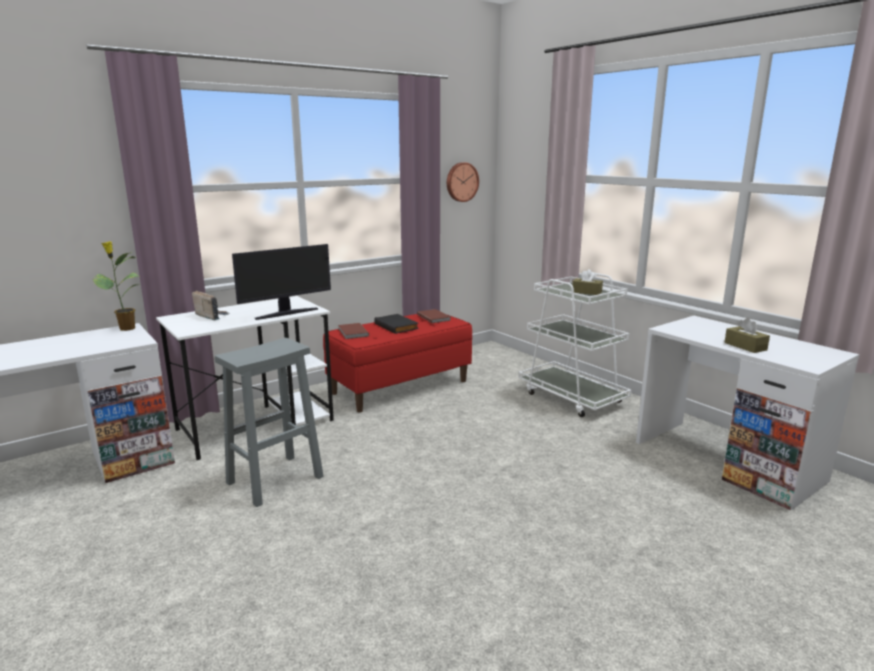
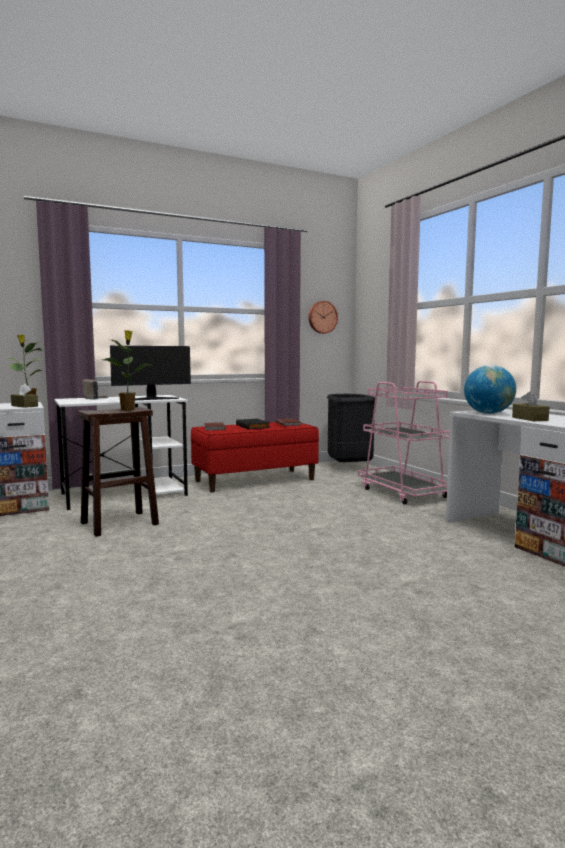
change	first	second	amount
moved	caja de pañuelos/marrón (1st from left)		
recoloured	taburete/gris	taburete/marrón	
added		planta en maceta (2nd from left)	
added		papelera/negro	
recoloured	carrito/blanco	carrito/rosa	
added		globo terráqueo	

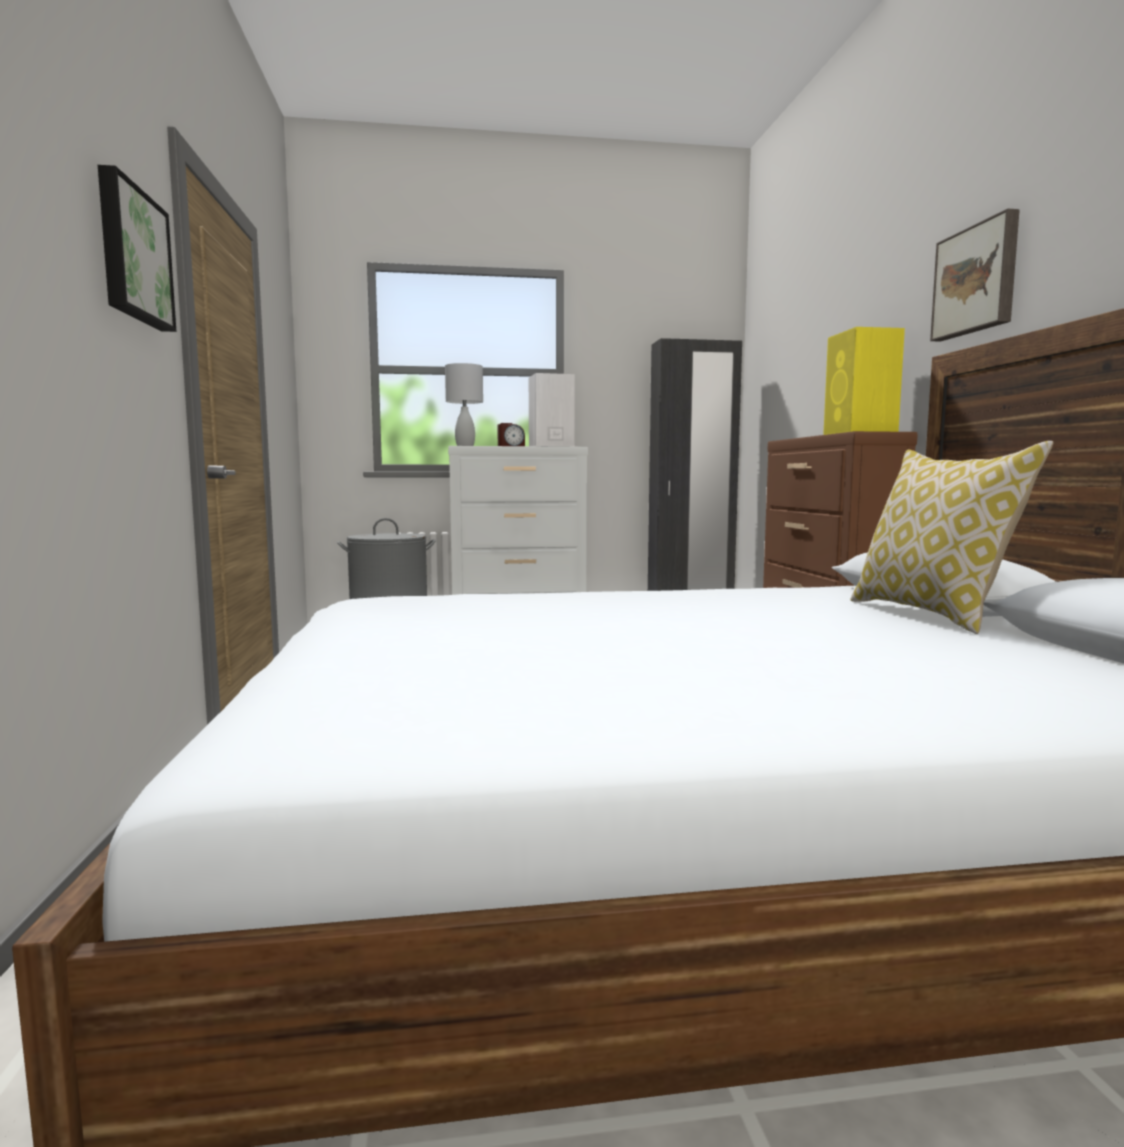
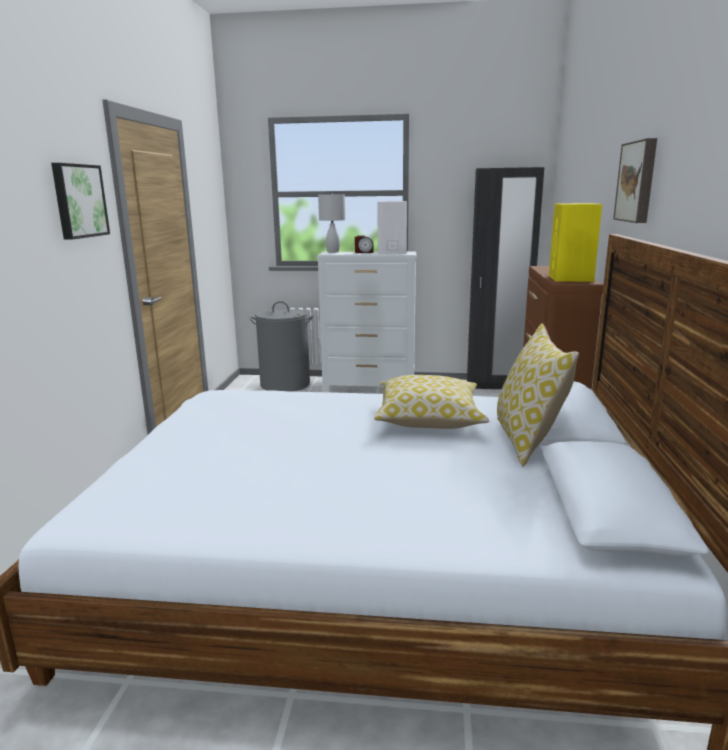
change	first	second	amount
added		cojín (1st from left)	

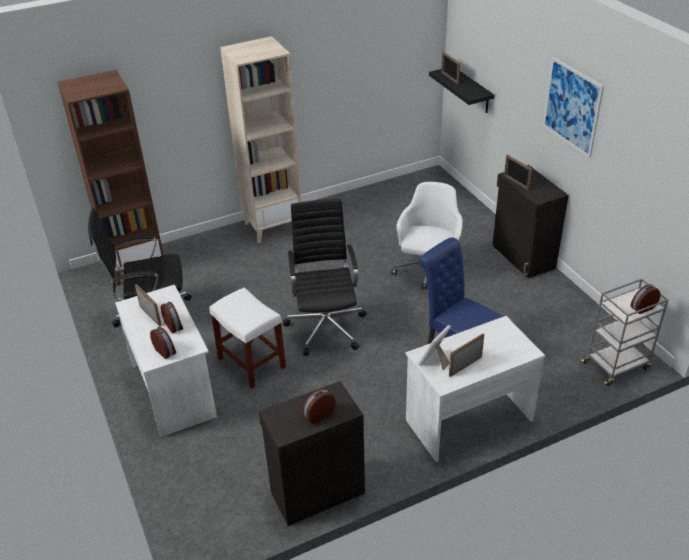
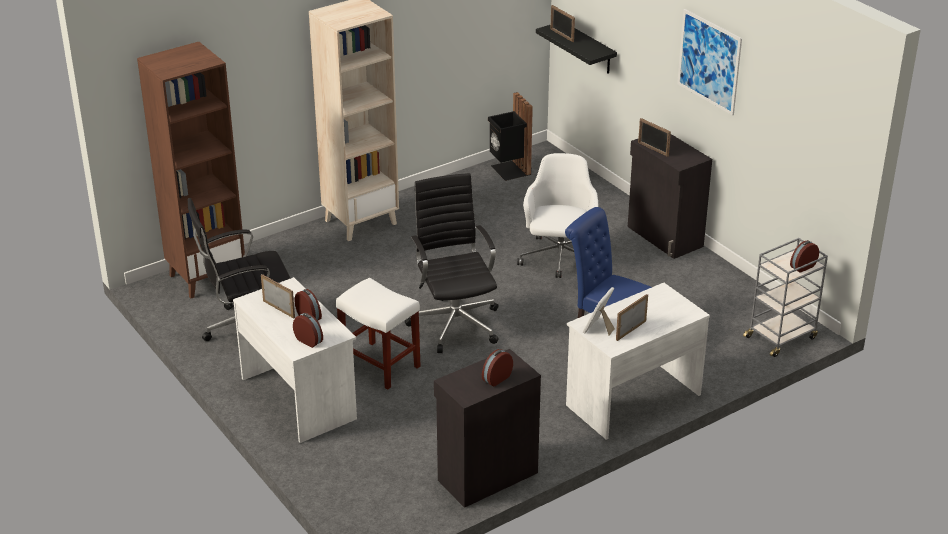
change	first	second	amount
added		papelera/negro	

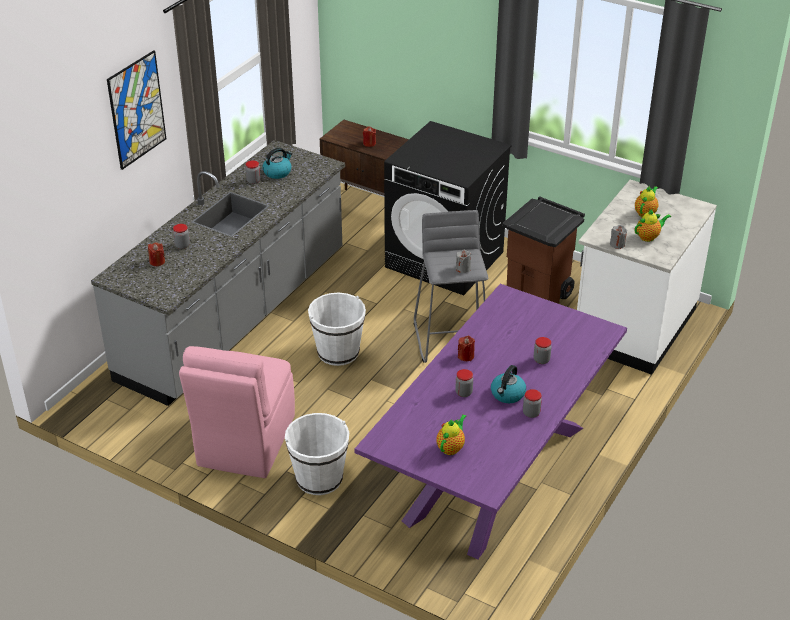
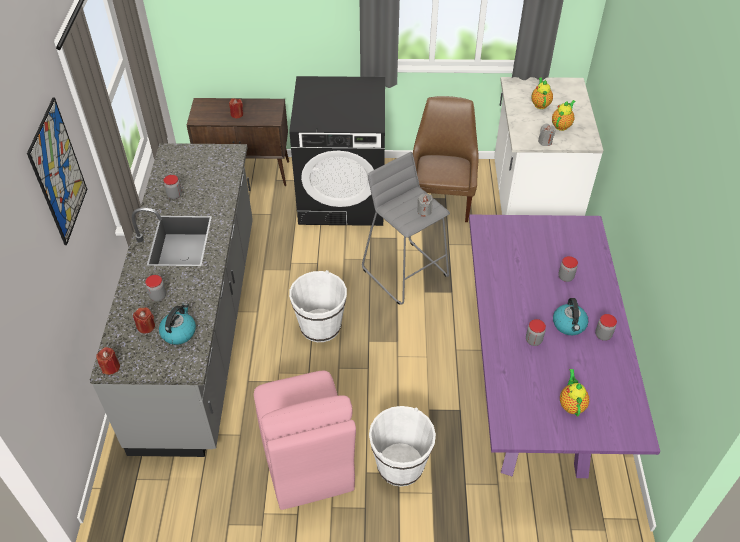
change	first	second	amount
moved	vela/rojo (3rd from left in the first image)	vela/rojo (1st from left)	
moved	hervidor (1st from left)		
replaced	papelera/marrón	silla/marrón	

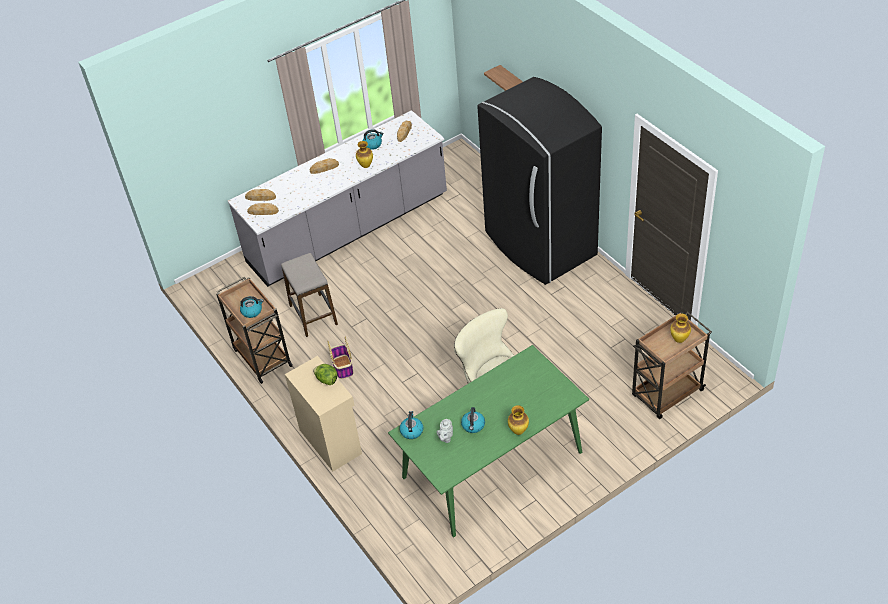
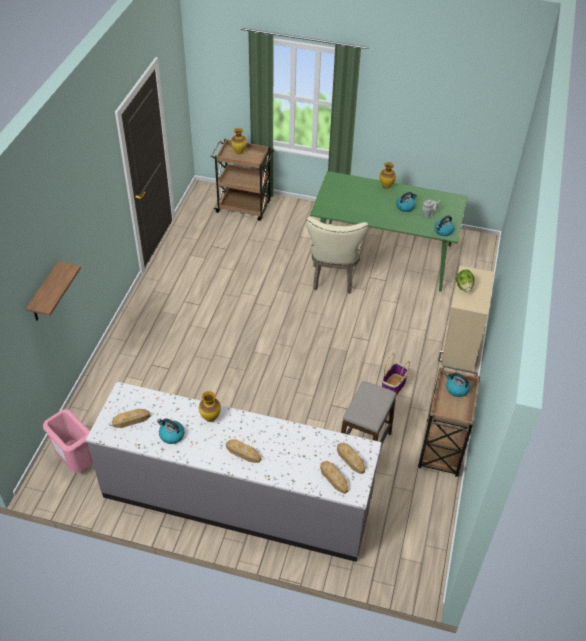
change	first	second	amount
added		papelera/rosa	
removed	nevera/negro		

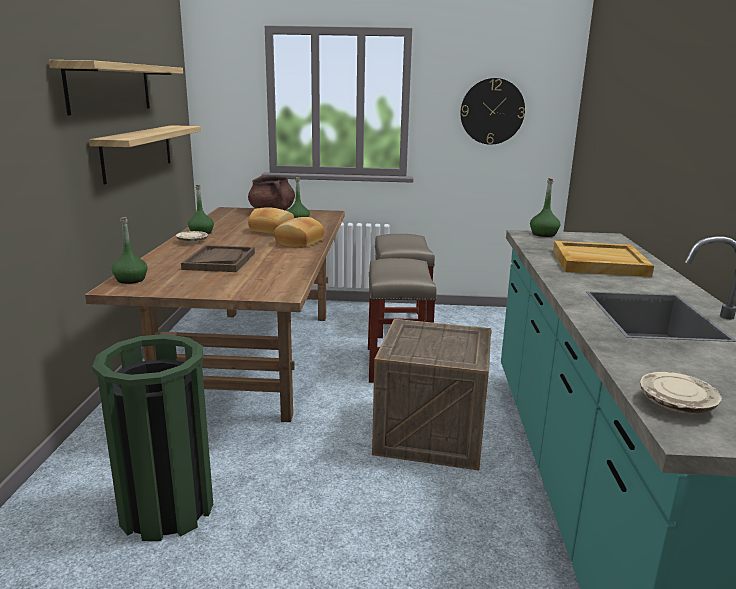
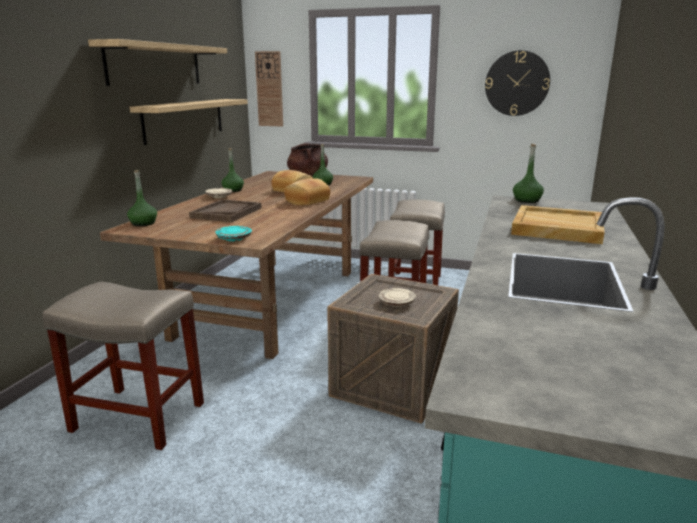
change	first	second	amount
replaced	papelera/verde	taburete/beis (1st from left)	
added		plato/turquesa	
added		reloj de pared (1st from left)	
moved	plato/beis (2nd from left)		

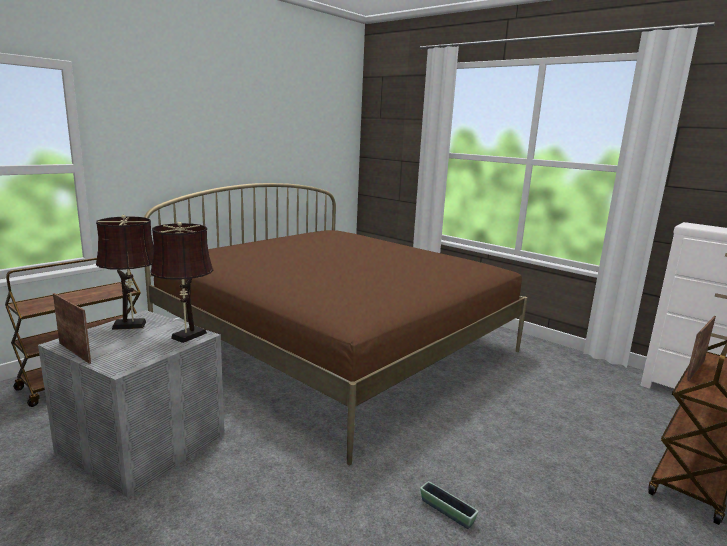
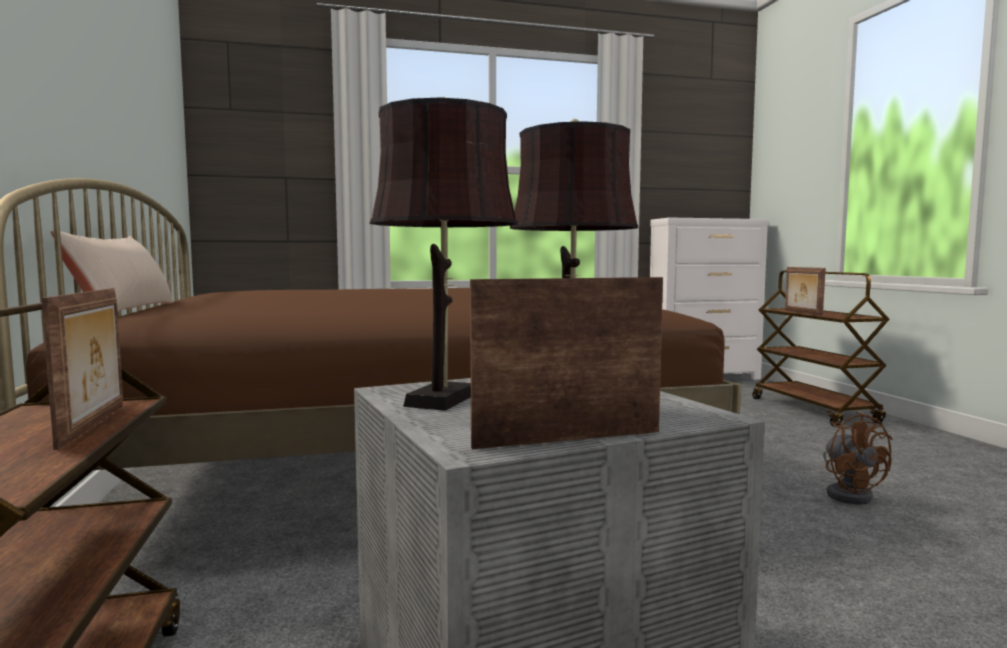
change	first	second	amount
added		portarretratos (1st from left)	
added		cojín/beis	
replaced	maceta	ventilador/marrón	

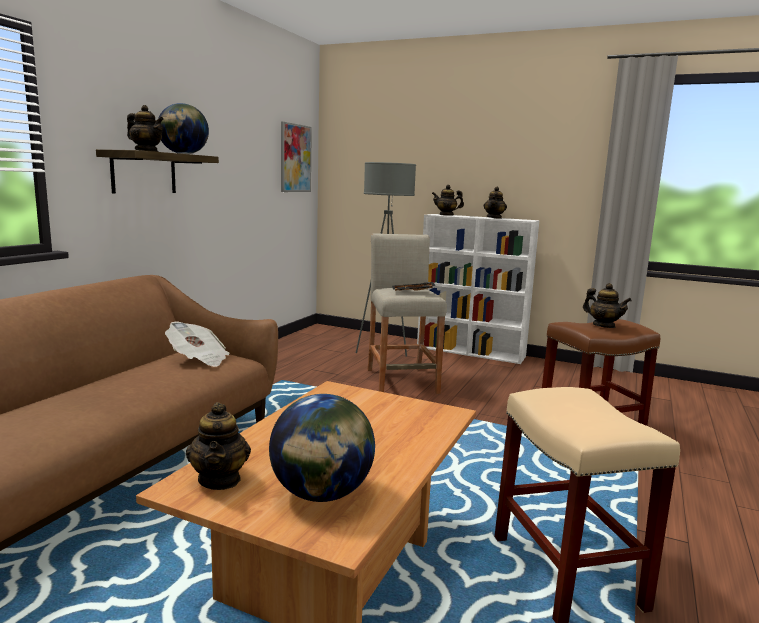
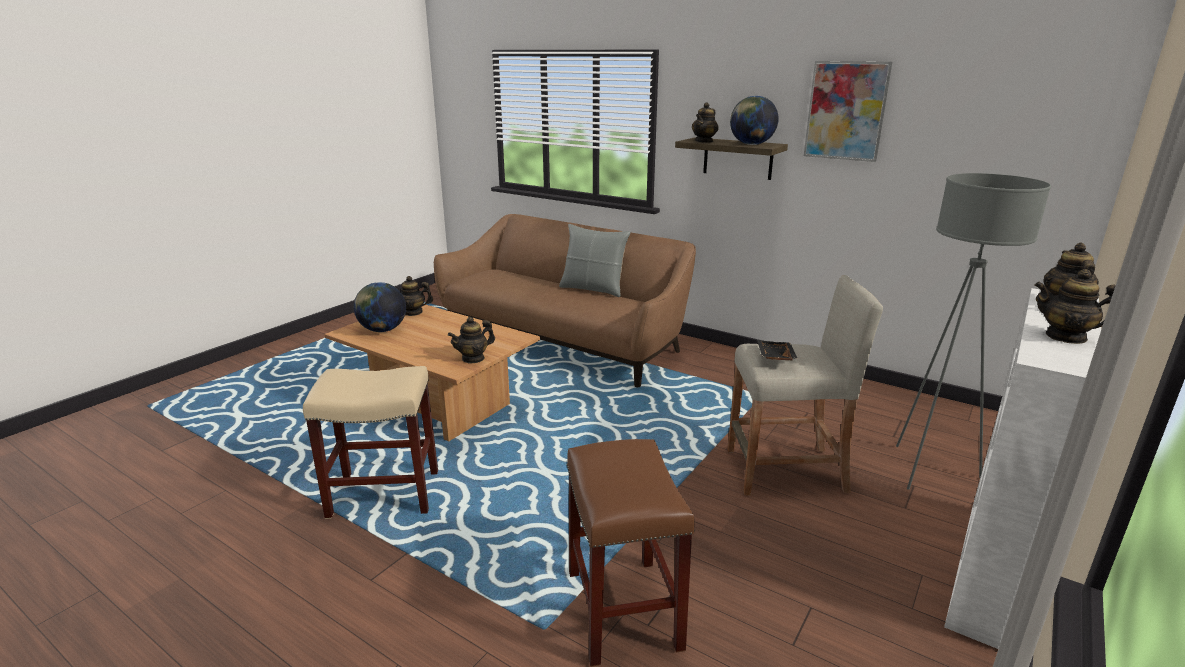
change	first	second	amount
moved	tetera (5th from left in the first image)	tetera (2nd from left)	
added		cojín/gris	
moved	cuadro		
removed	periódico		

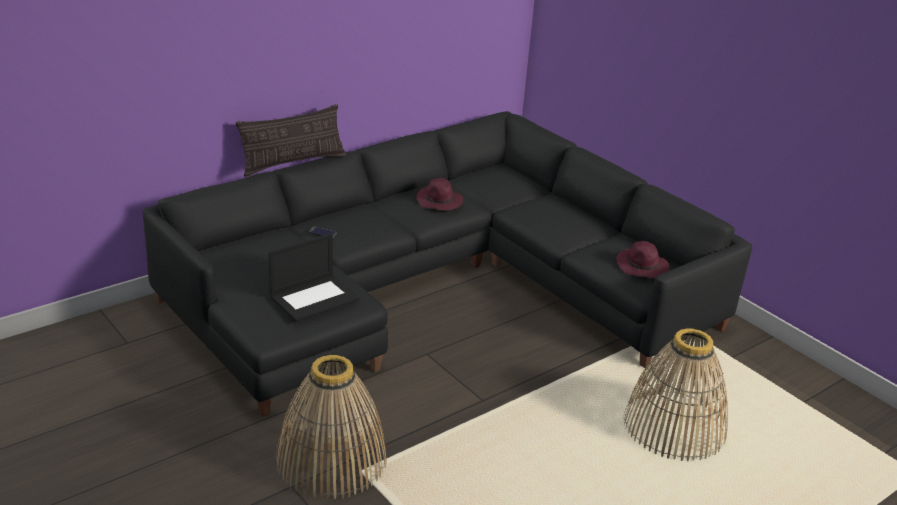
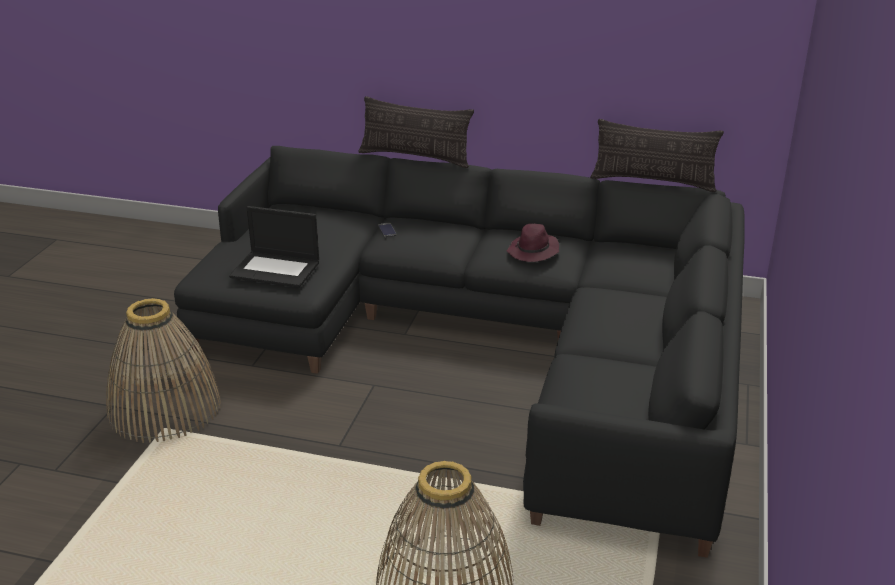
change	first	second	amount
added		cojín (2nd from left)	
removed	sombrero/morado (2nd from left)		

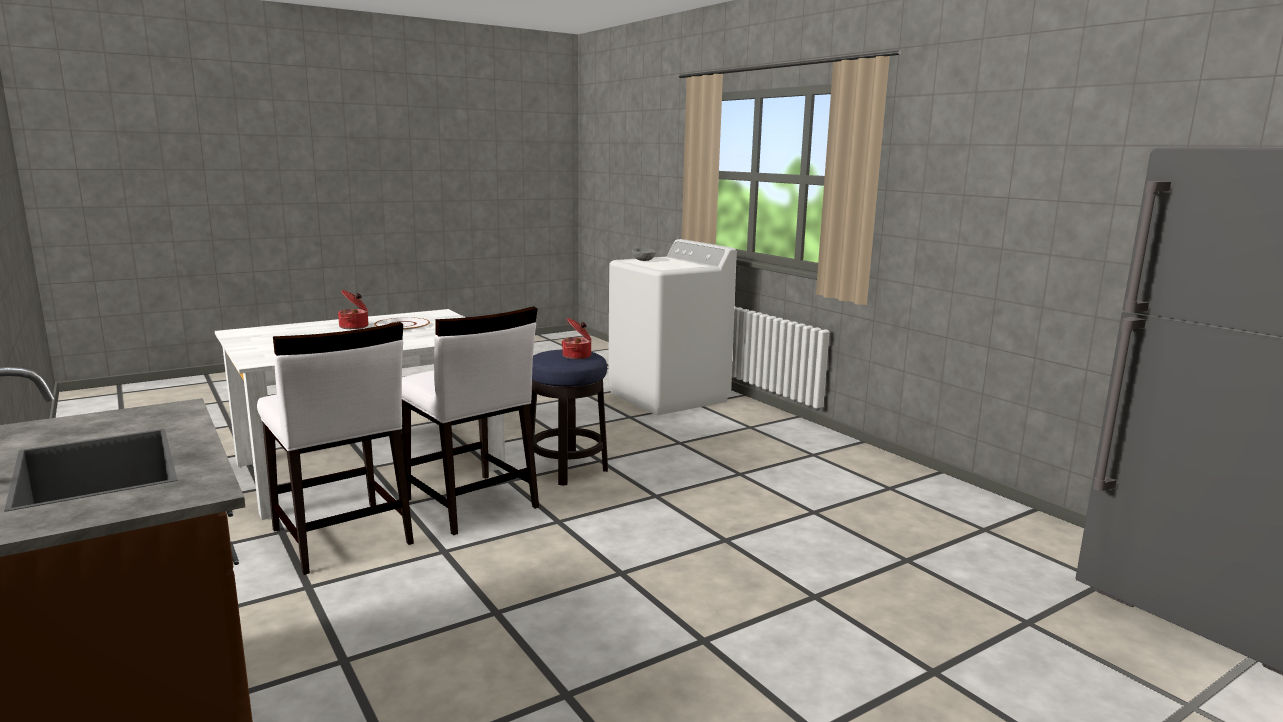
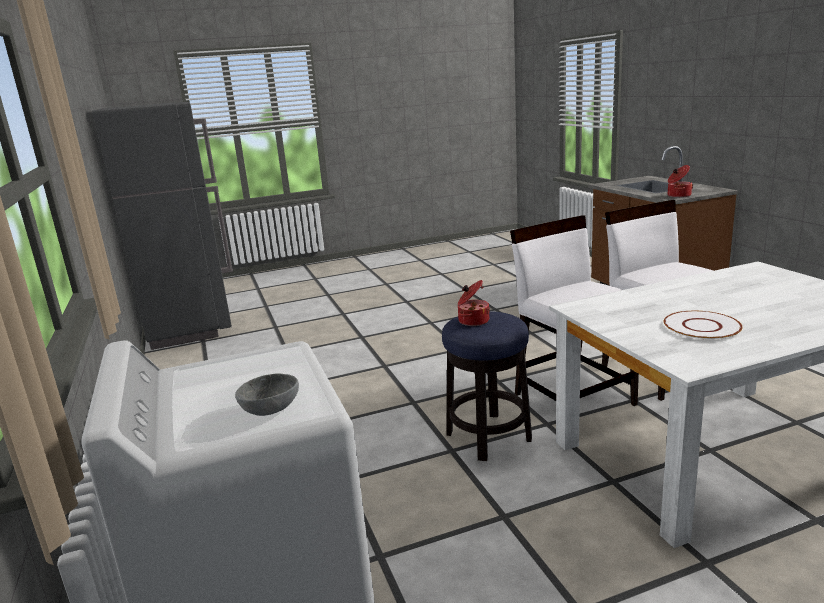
change	first	second	amount
moved	olla (1st from left in the first image)	olla (2nd from left)	

